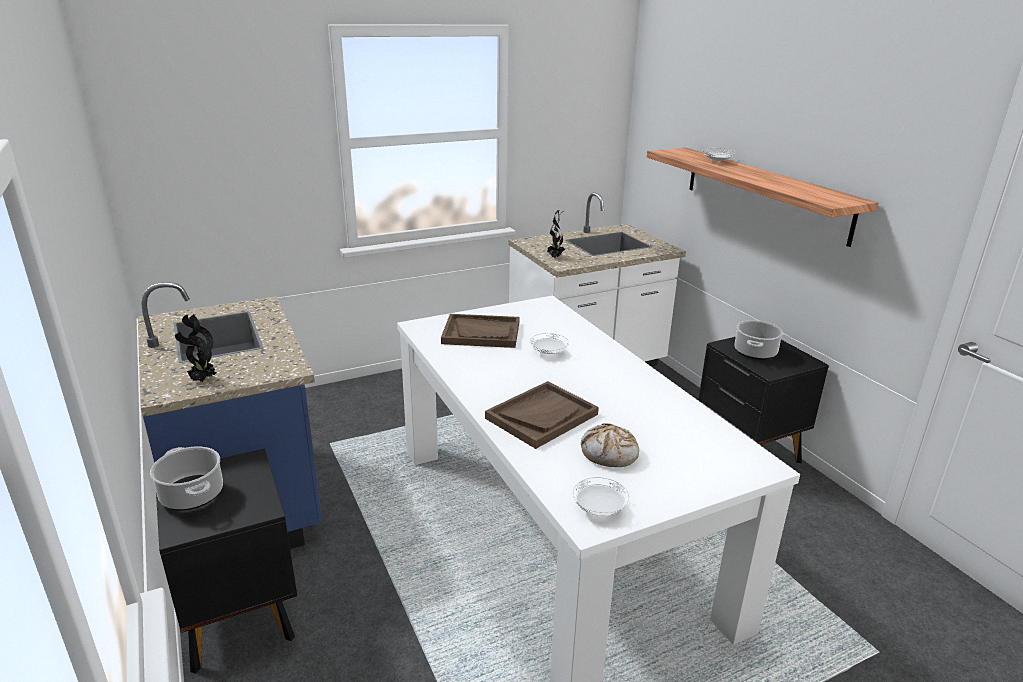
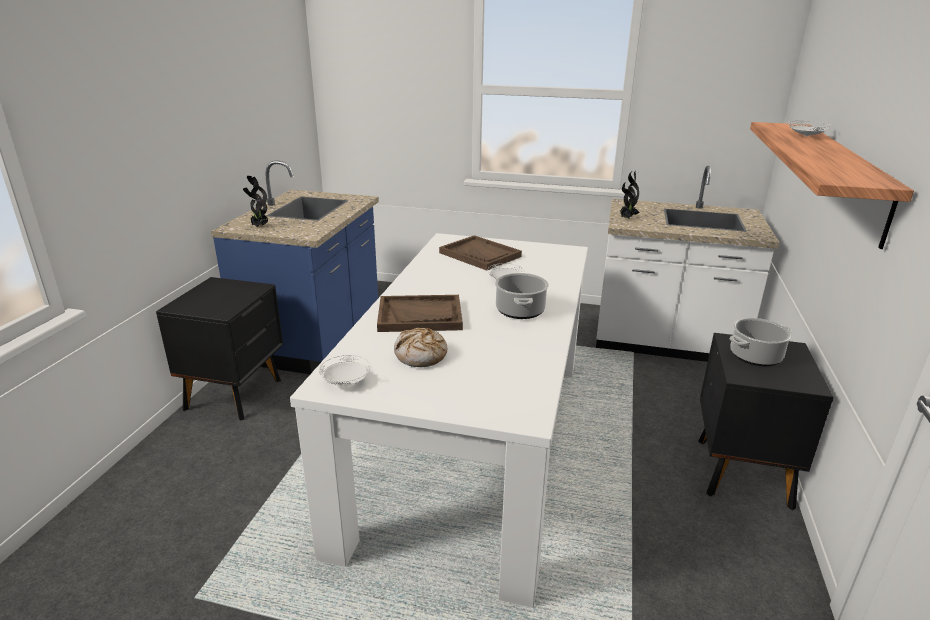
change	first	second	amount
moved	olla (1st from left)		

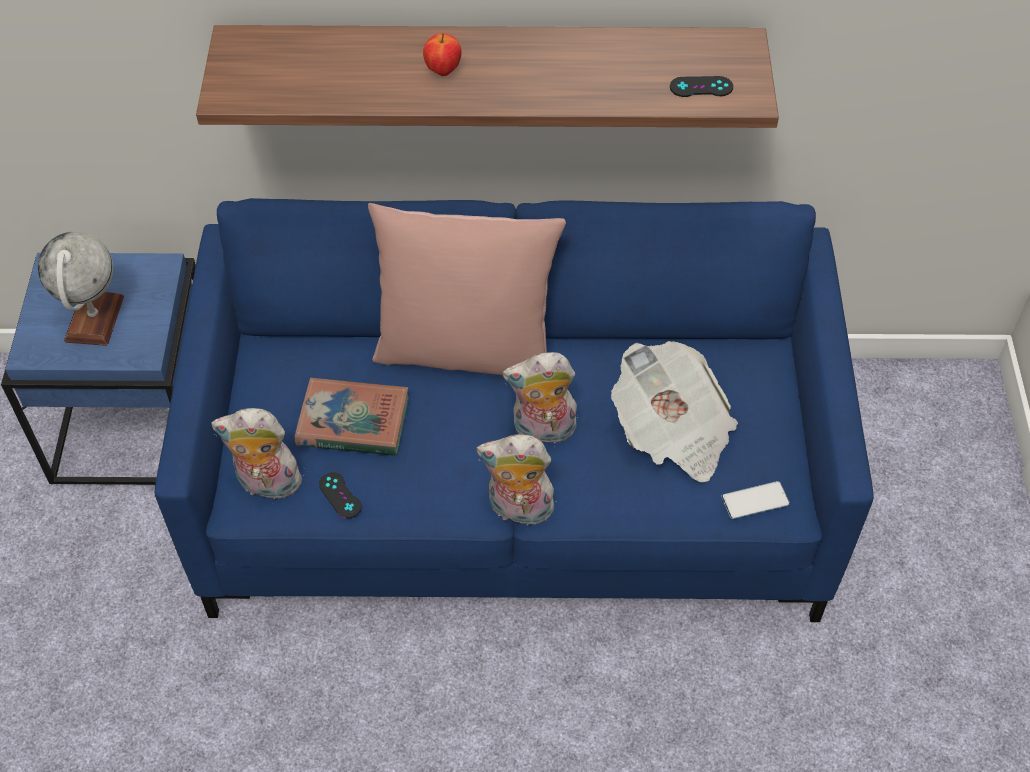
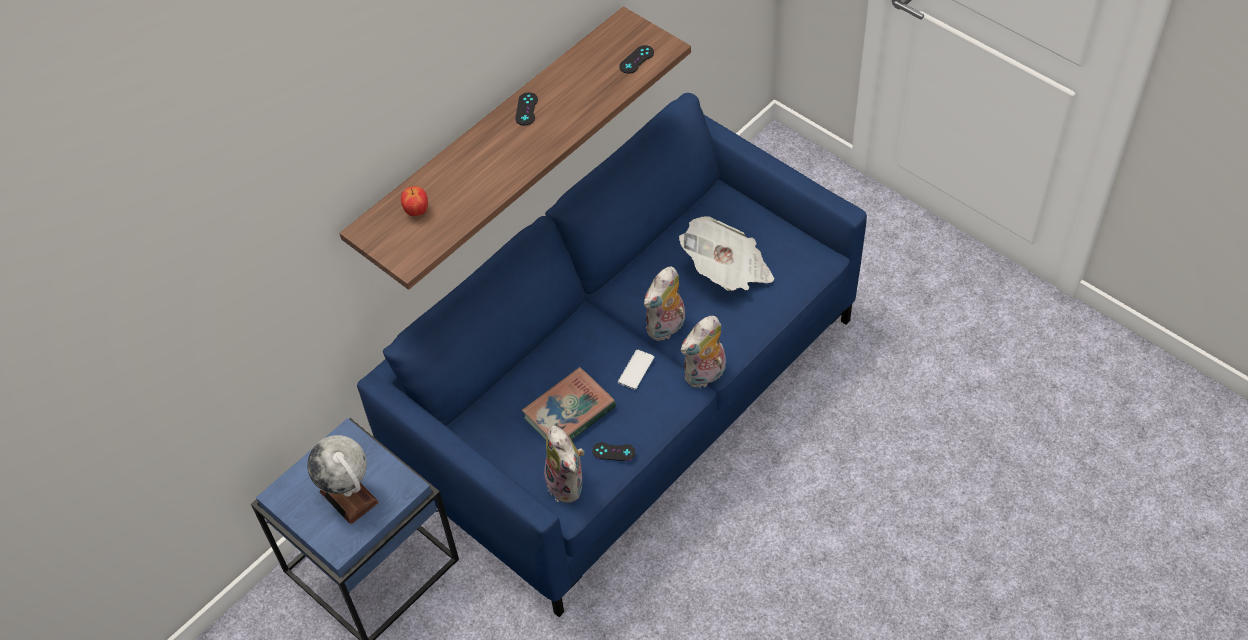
change	first	second	amount
moved	manzana		
added		mando de consola/negro (1st from left)	
turned	peluche (1st from left)		75 degrees counterclockwise
moved	móvil		
removed	cojín/rosa		

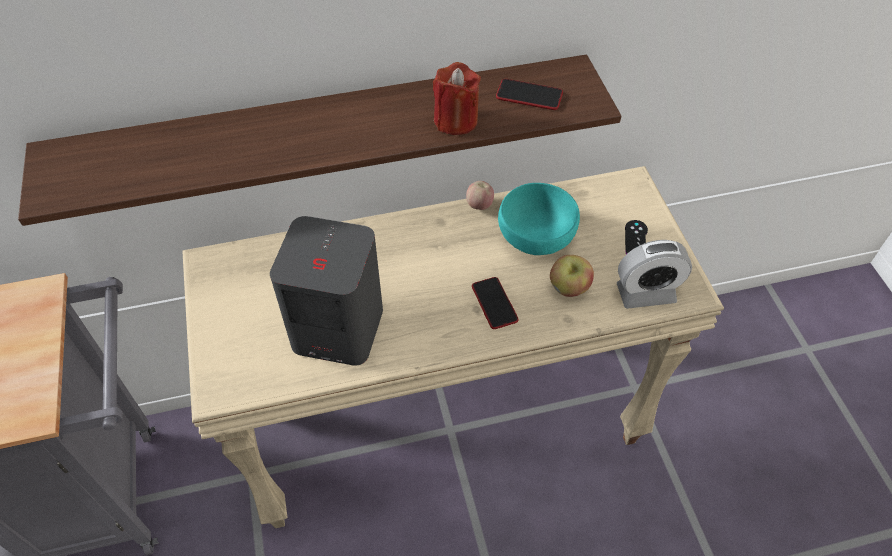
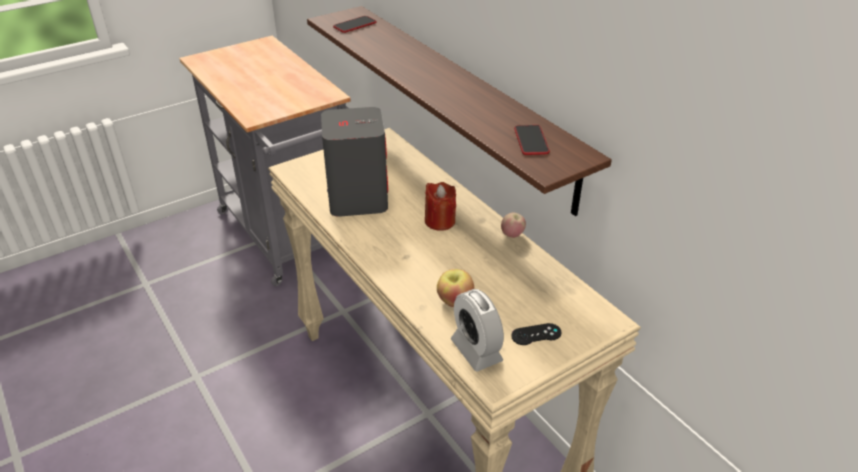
change	first	second	amount
moved	móvil (1st from left)		
moved	vela/rojo		
removed	cuenco/turquesa		

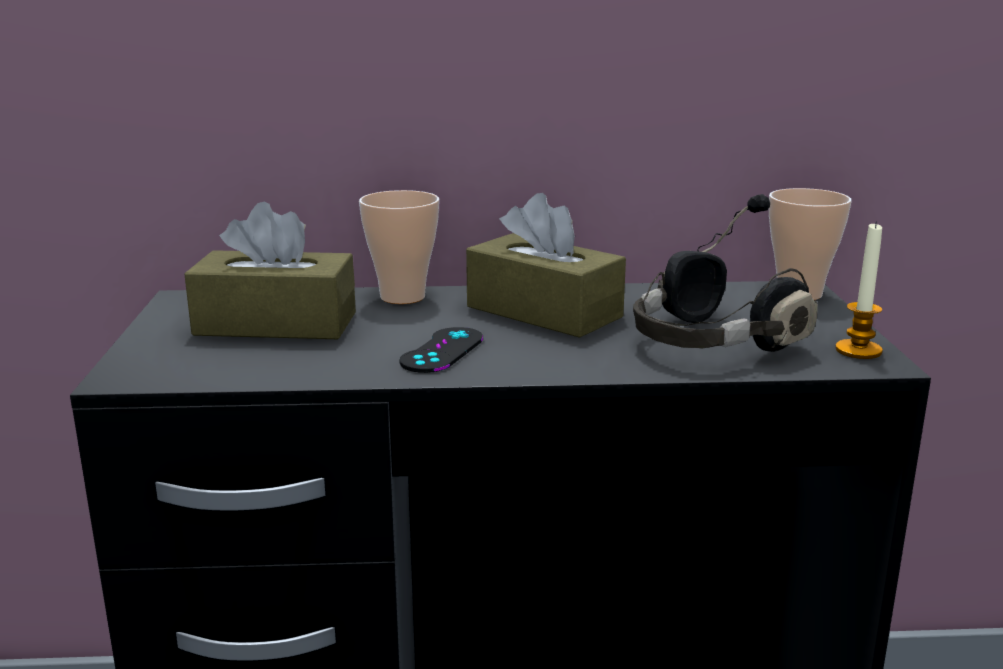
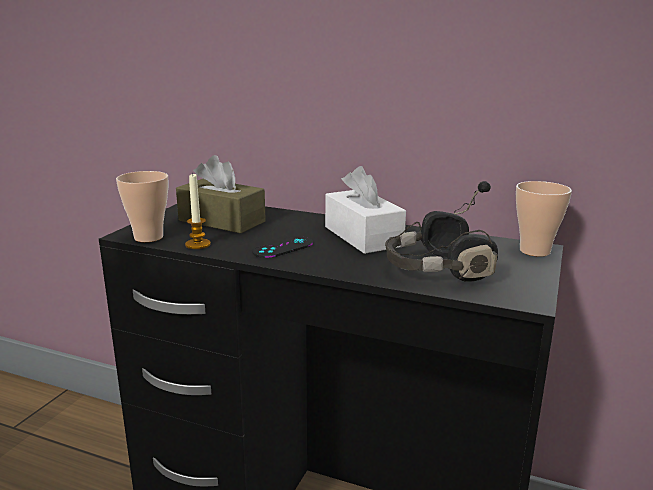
change	first	second	amount
moved	taza (1st from left)		
moved	vela		
recoloured	caja de pañuelos/marrón (2nd from left)	caja de pañuelos/blanco	

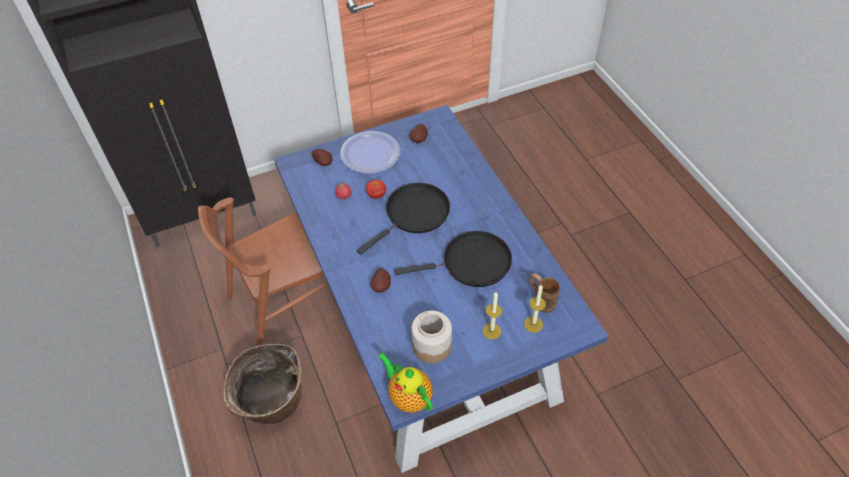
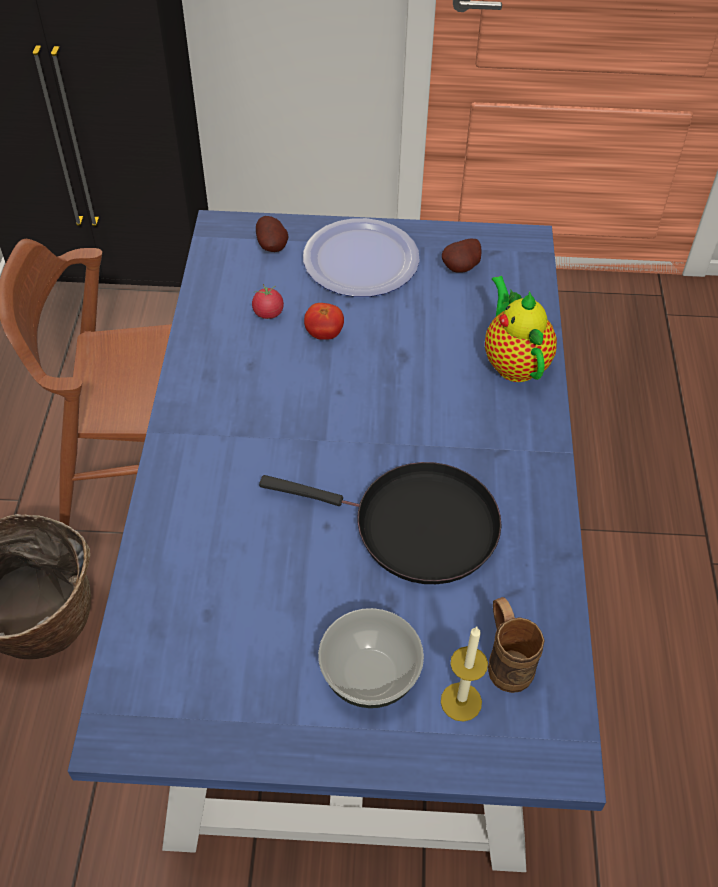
change	first	second	amount
replaced	vela (1st from left)	cuenco	
moved	tetera		
removed	sartén/negro (1st from left)		
removed	patata (2nd from left)		
removed	tarro		

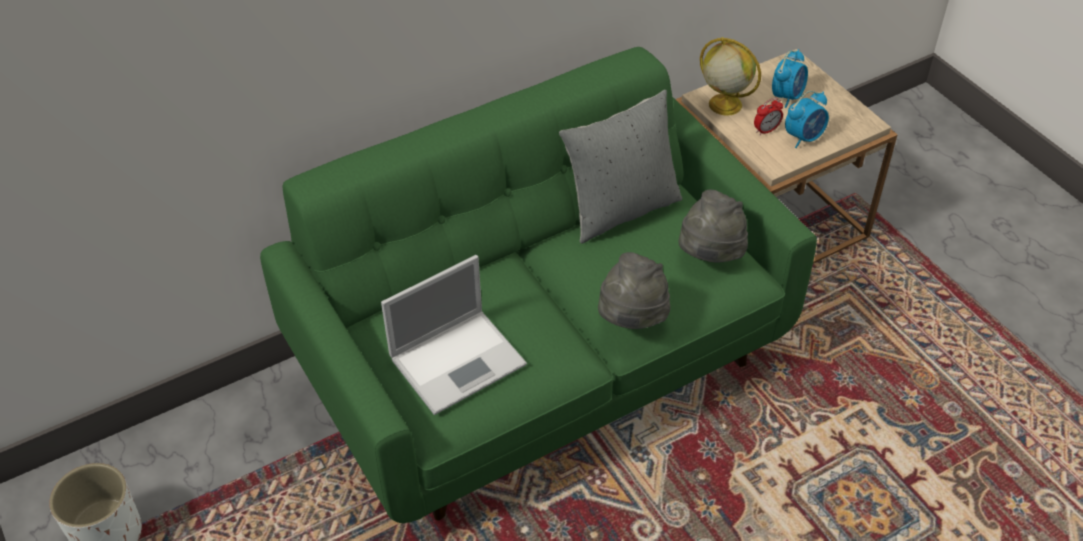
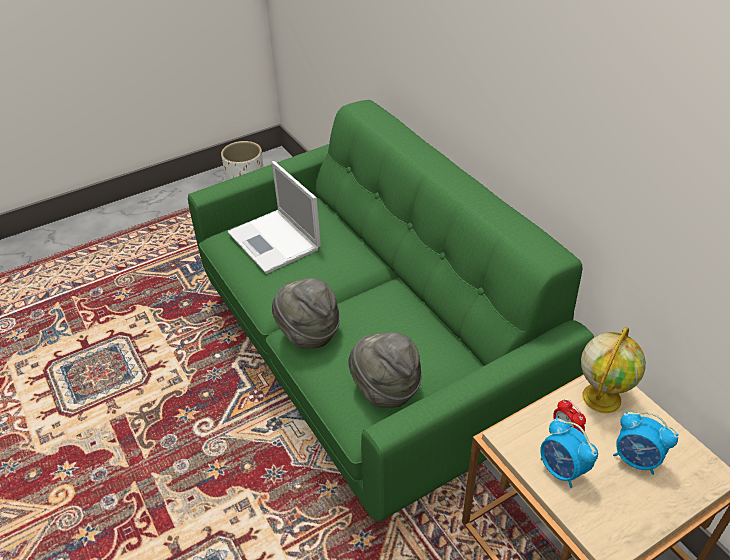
change	first	second	amount
removed	cojín/gris		

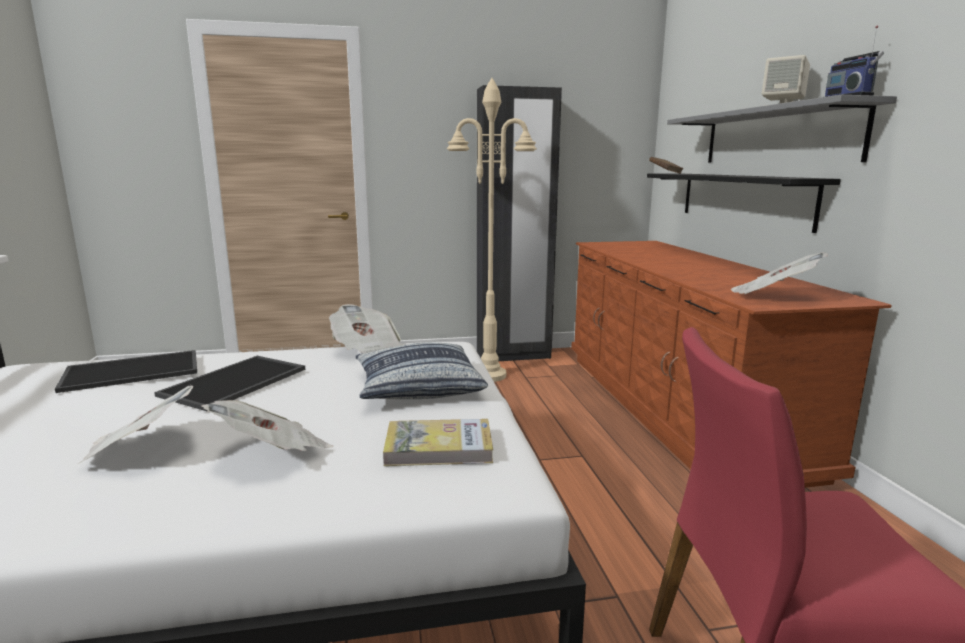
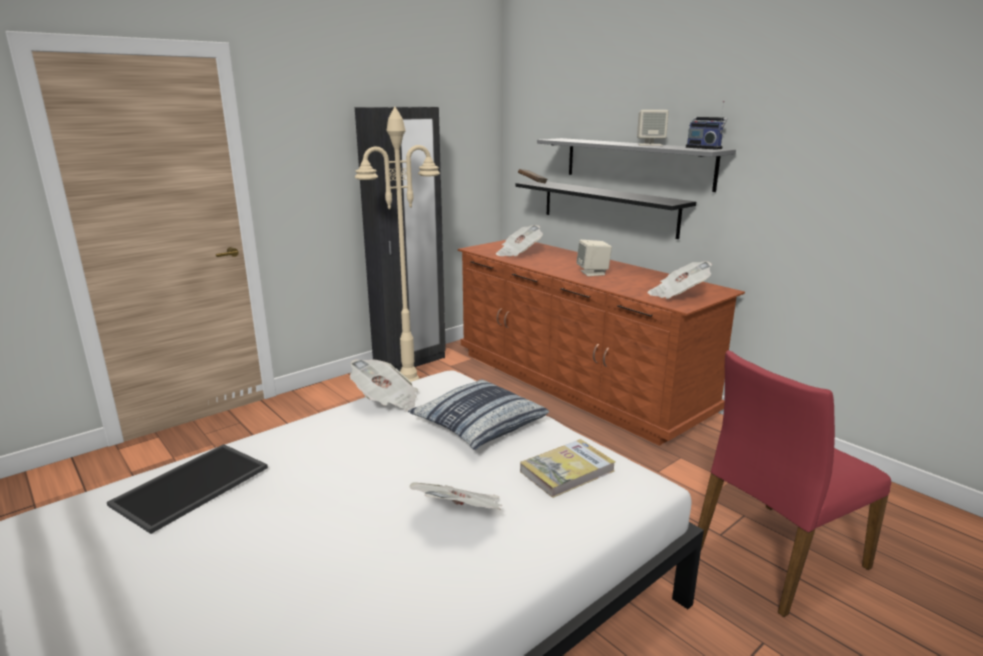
change	first	second	amount
moved	periódico (1st from left in the first image)	periódico (3rd from left)	
added		altavoz/beis (1st from left)	
removed	bandeja (2nd from left)		

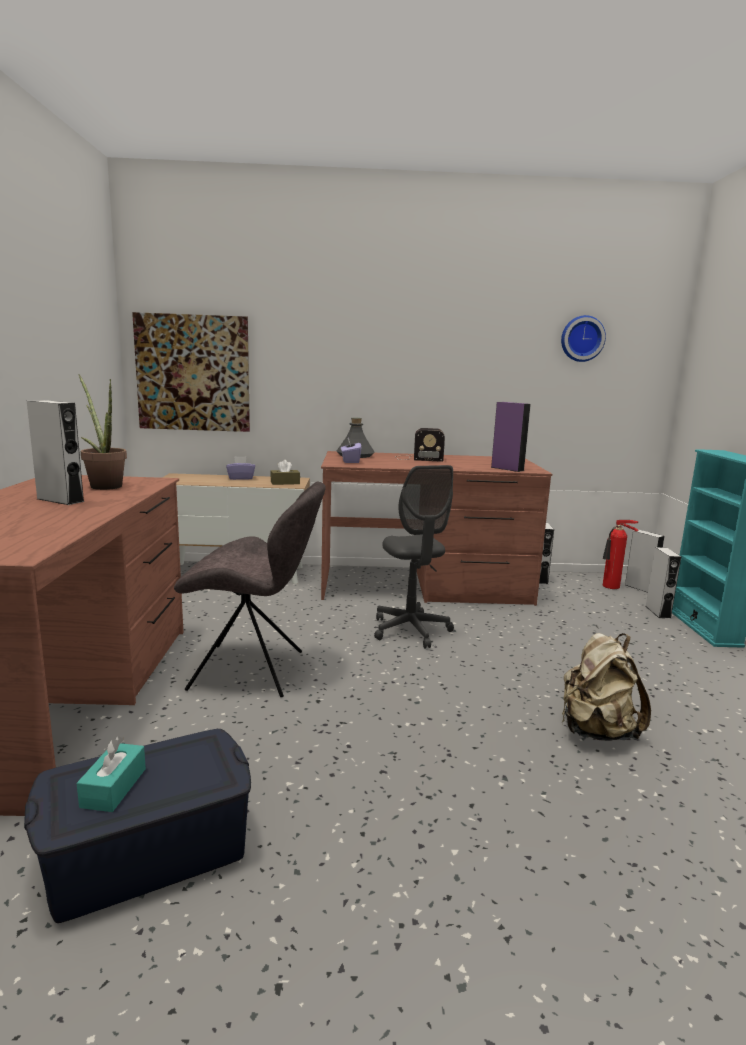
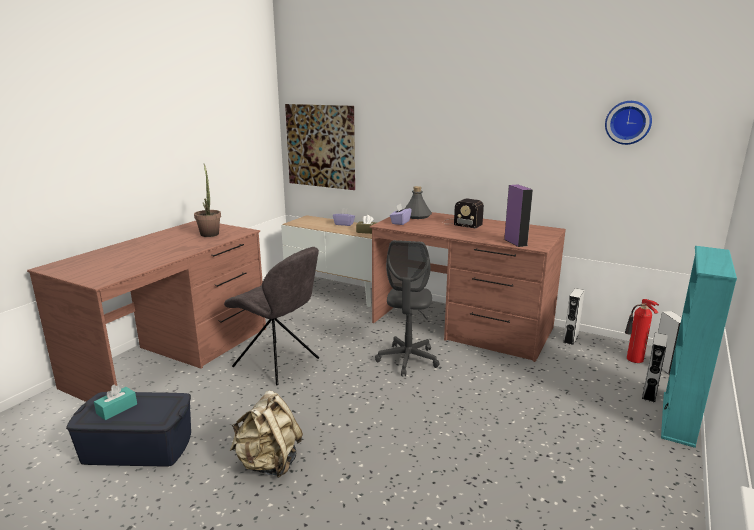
change	first	second	amount
moved	mochila/beis		
removed	altavoz/gris (1st from left)		

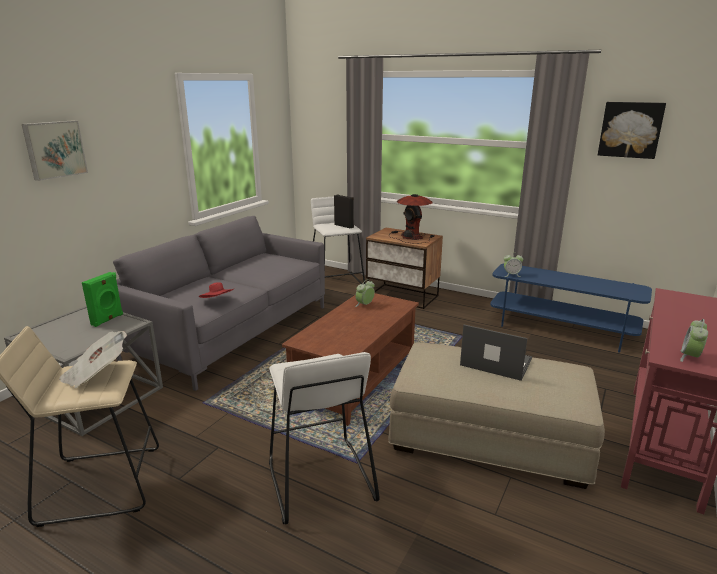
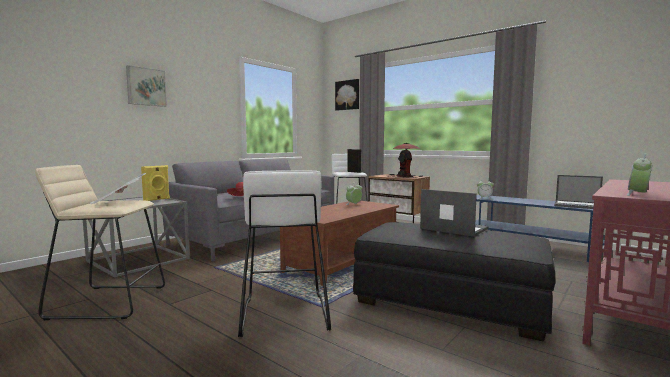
change	first	second	amount
recoloured	altavoz/verde	altavoz/amarillo	
moved	cuadro (2nd from left)		
recoloured	puf/beis	puf/negro	
added		portátil (2nd from left)	

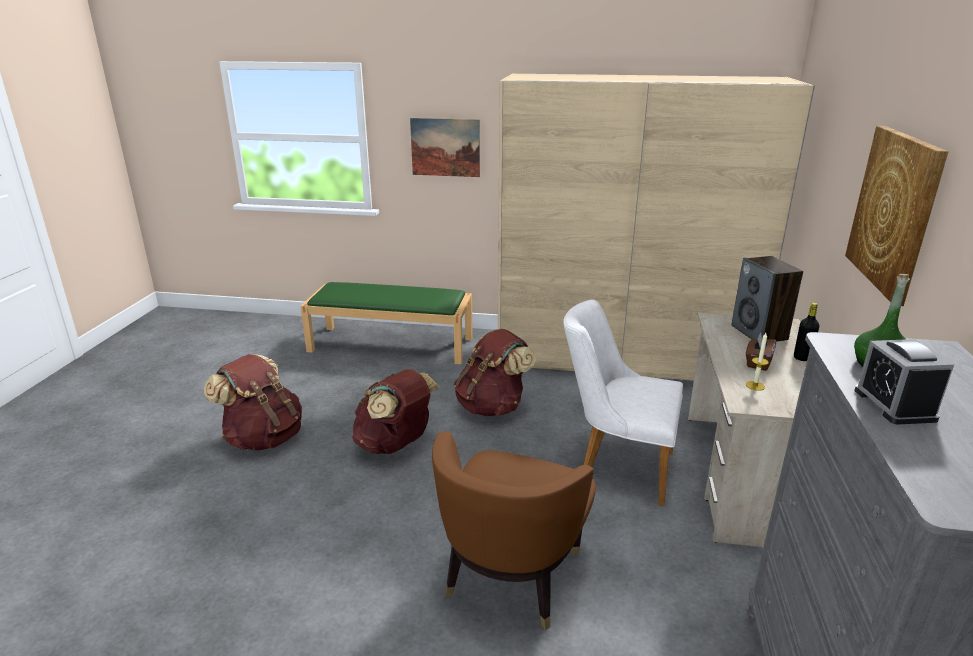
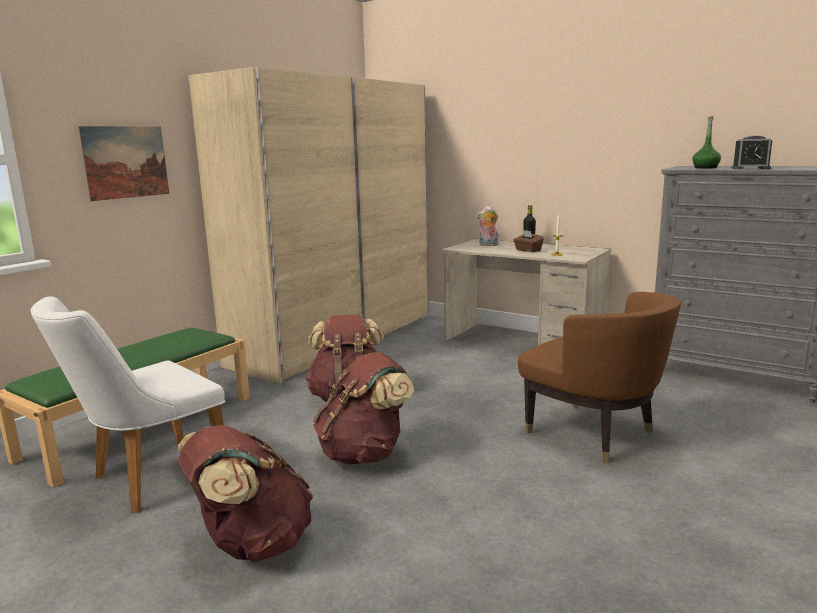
change	first	second	amount
moved	silla/blanco		
replaced	altavoz	peluche	
removed	cuadro (2nd from left)		

